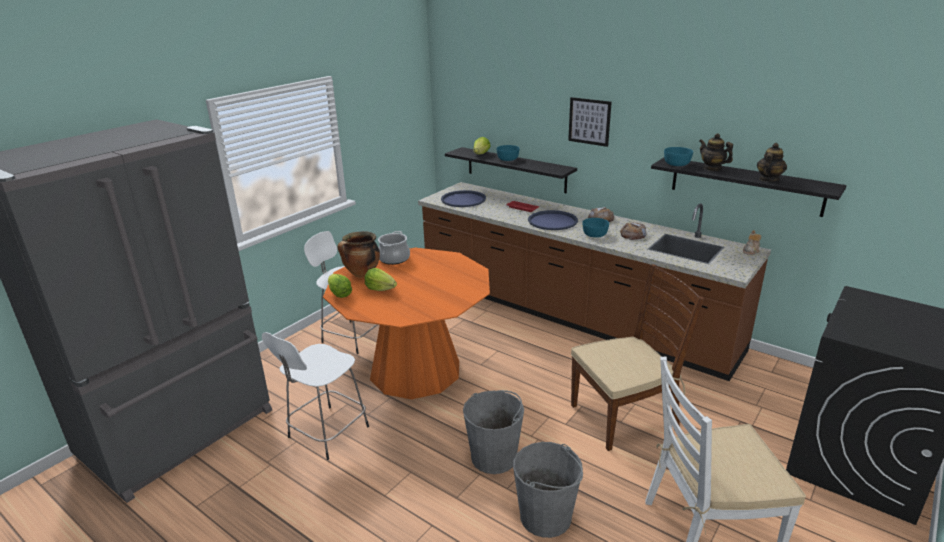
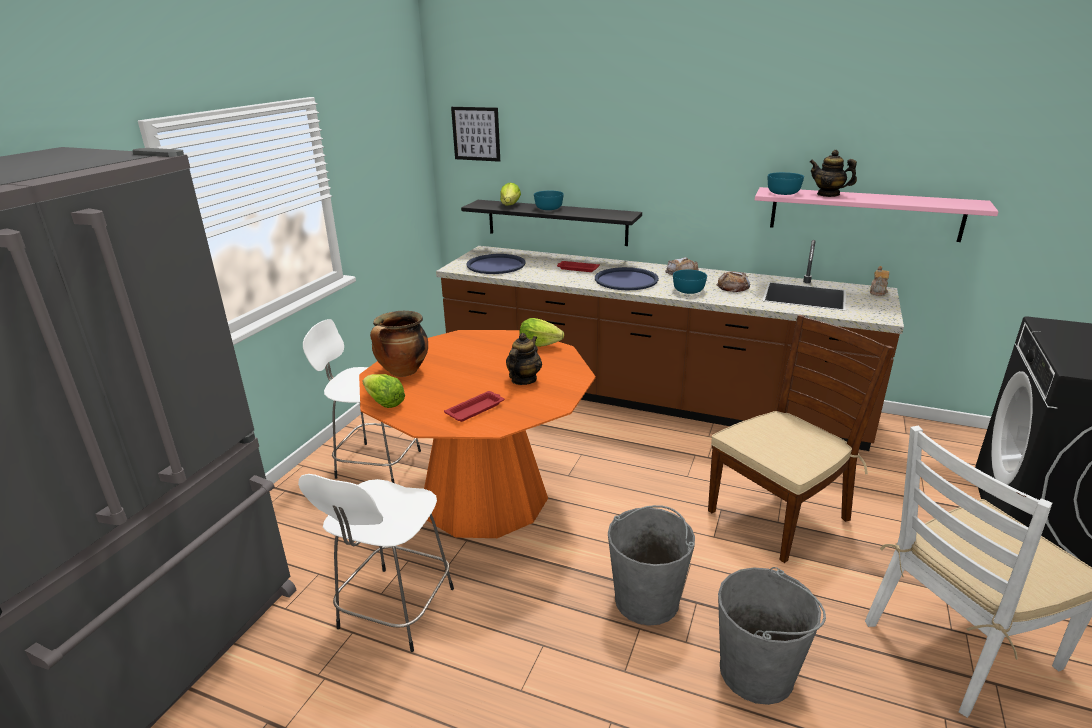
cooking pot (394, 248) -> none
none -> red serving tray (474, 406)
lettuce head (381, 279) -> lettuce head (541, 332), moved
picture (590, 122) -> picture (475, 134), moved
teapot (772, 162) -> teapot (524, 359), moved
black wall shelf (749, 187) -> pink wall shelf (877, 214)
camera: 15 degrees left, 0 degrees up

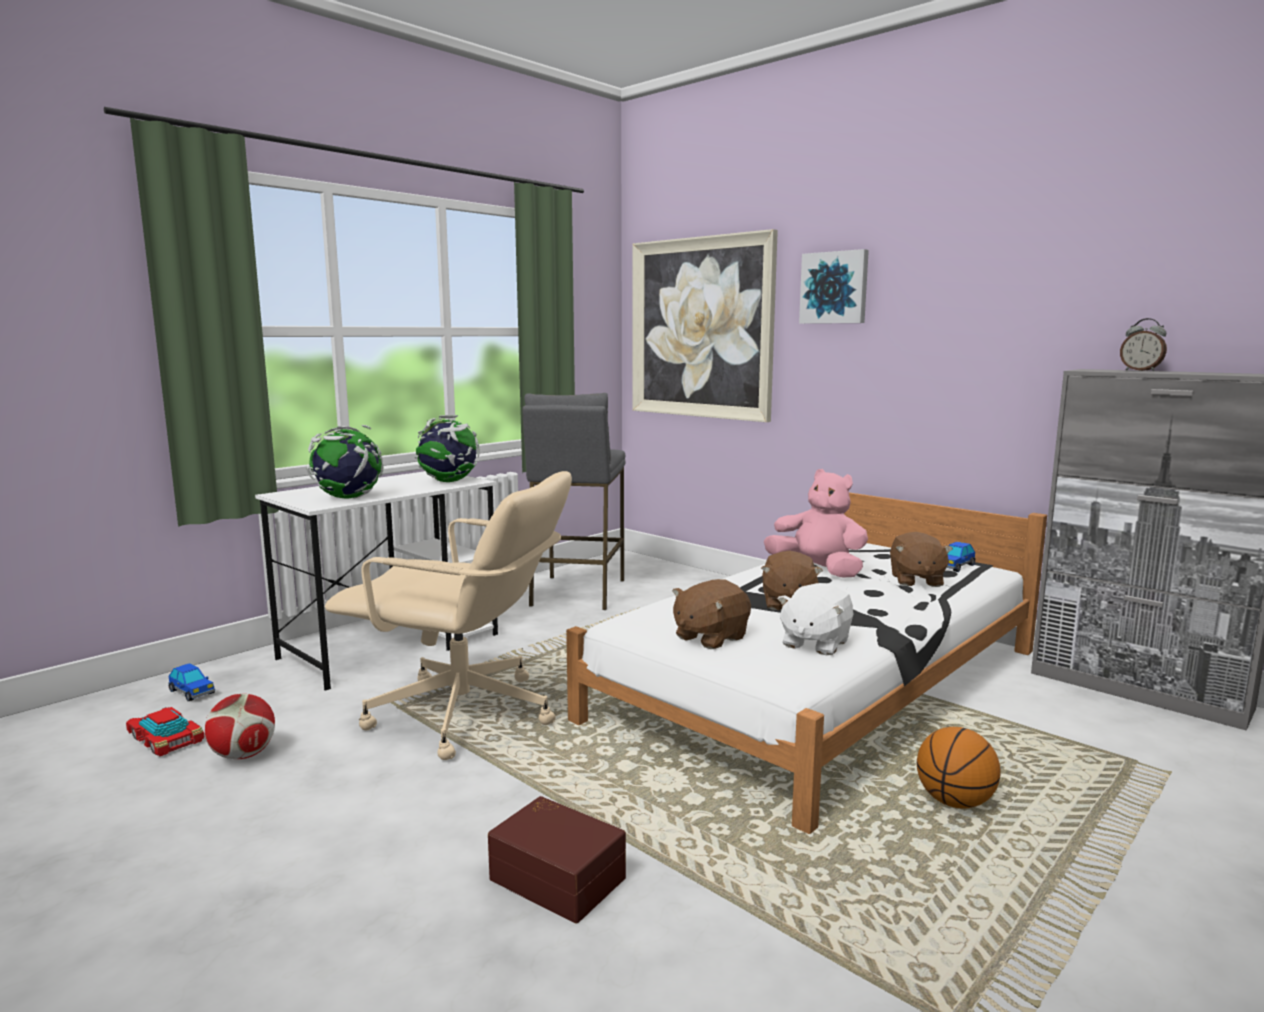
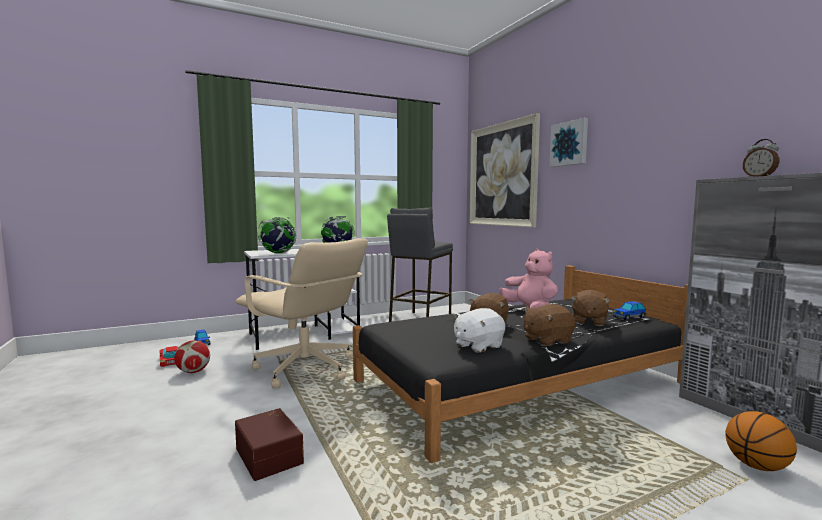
brown plush toy (711, 614) -> brown plush toy (549, 325), moved
ball for basketball (959, 767) -> ball for basketball (761, 441), moved
whitish bedroom bed (806, 663) -> black bedroom bed (520, 364)
camera: 20 degrees right, 5 degrees down

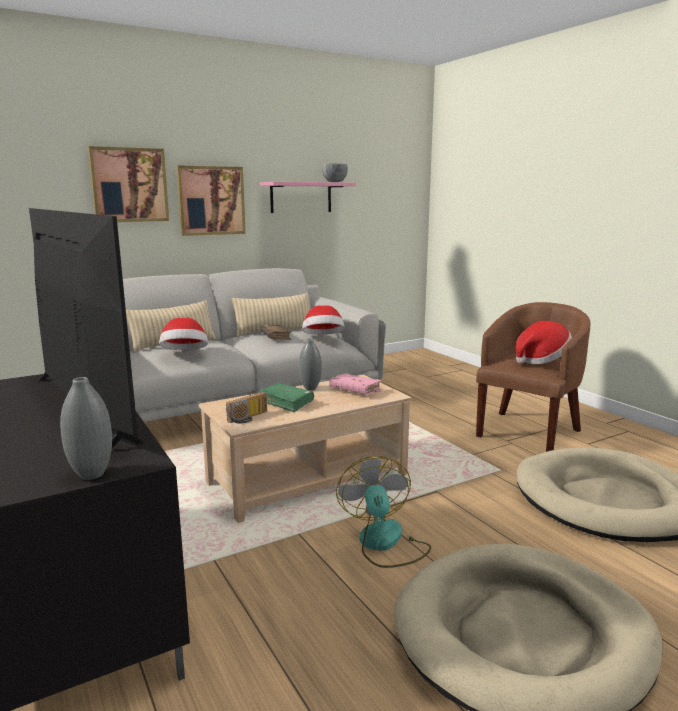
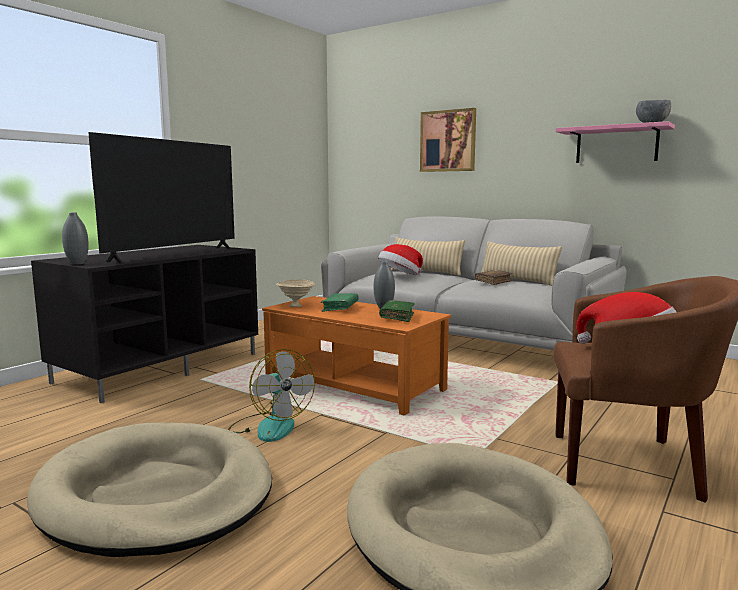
picture (211, 201) -> none
wearable hat (323, 320) -> none
radio receiver (246, 408) -> beige serving bowl (295, 293)
beige lounge table (305, 449) -> orange lounge table (356, 355)
pink volume (355, 384) -> greenish volume (397, 311)
electric fan (383, 512) -> electric fan (271, 395), 90 degrees clockwise
camera: 65 degrees right, 5 degrees down

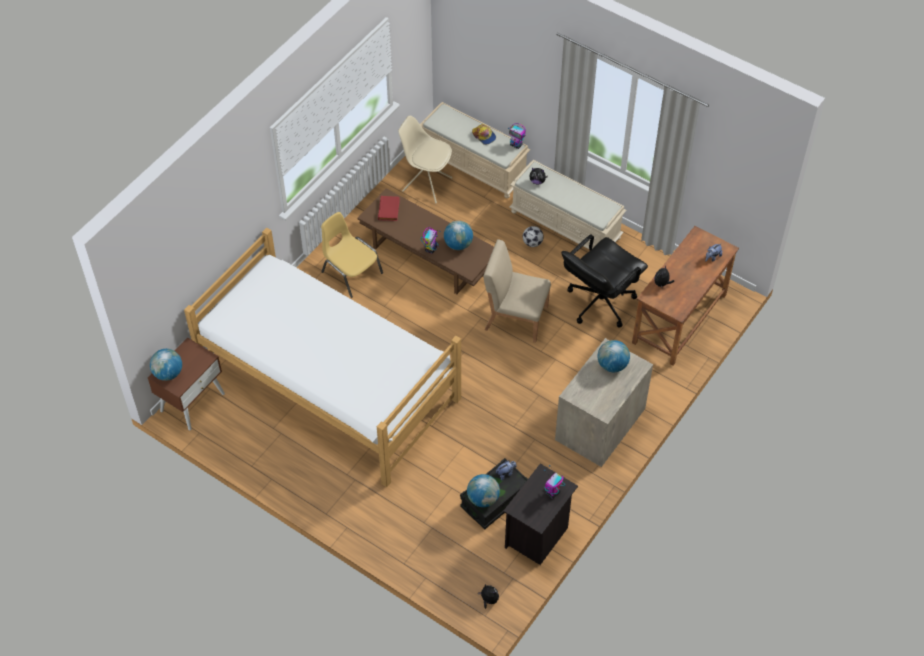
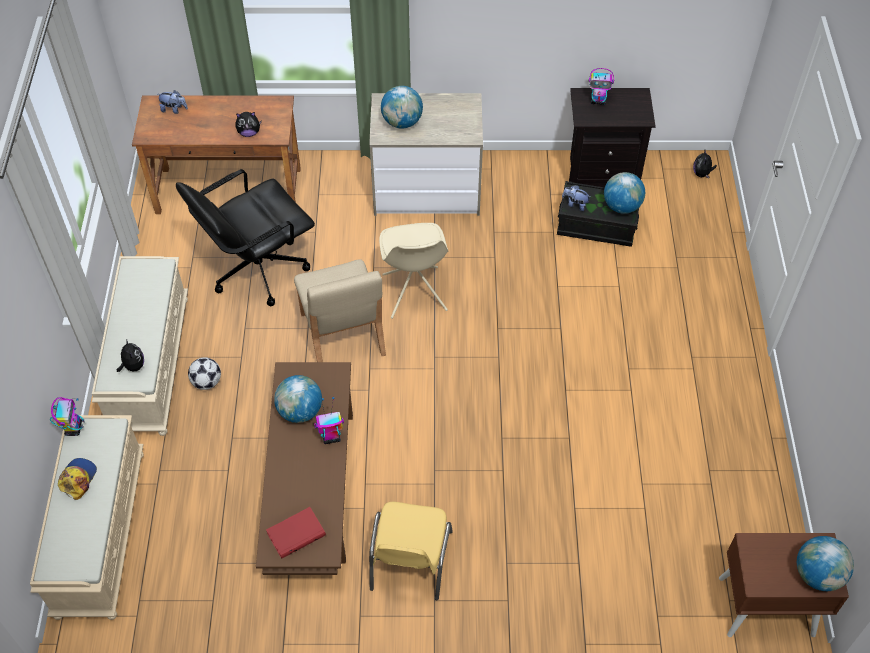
bedroom bed (322, 357) -> none
beige chair (425, 159) -> beige chair (414, 271), moved
black computer chair (604, 281) -> black computer chair (245, 237), 135 degrees clockwise
camera: 125 degrees left, 0 degrees up

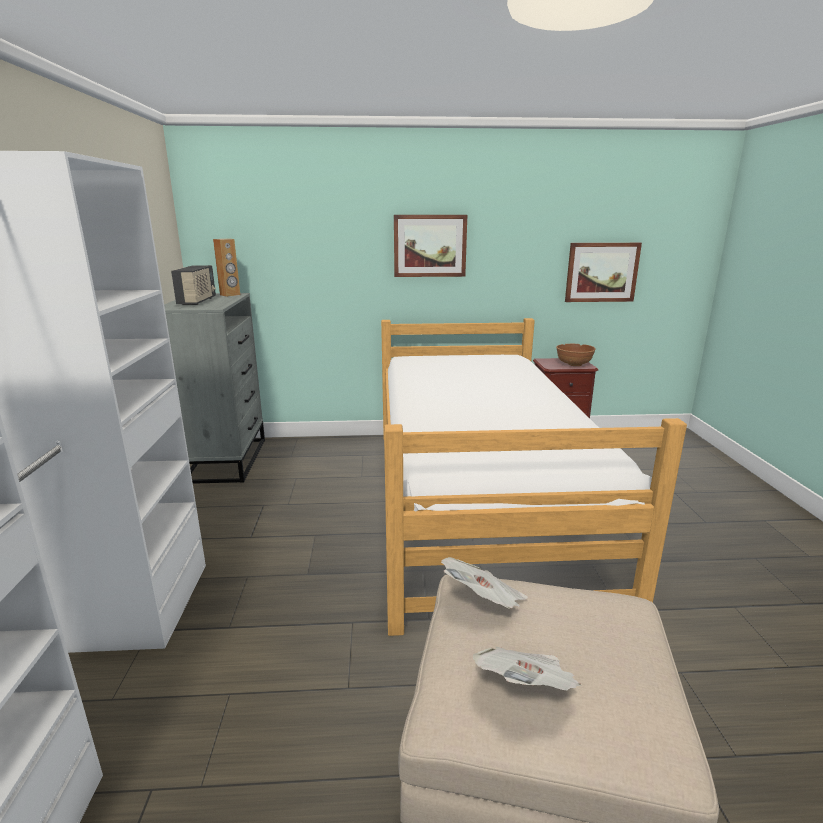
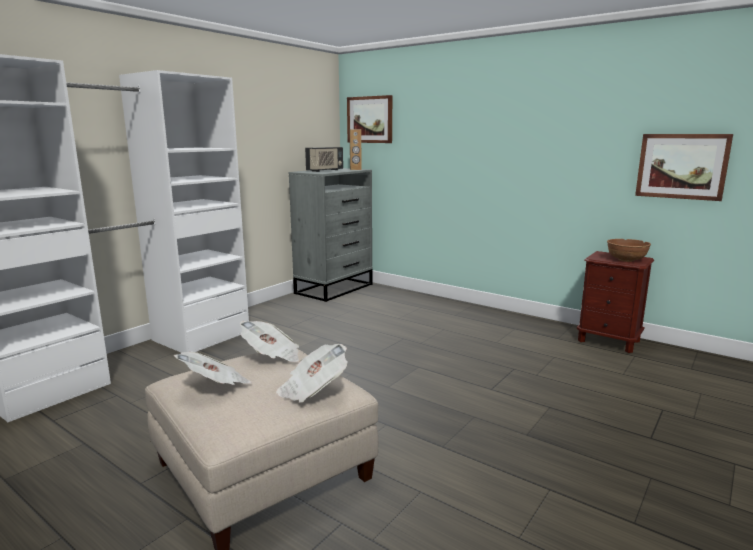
bedroom bed (534, 477) -> none
none -> daily paper (311, 373)
picture (430, 246) -> picture (369, 119), moved
camera: 40 degrees right, 5 degrees down

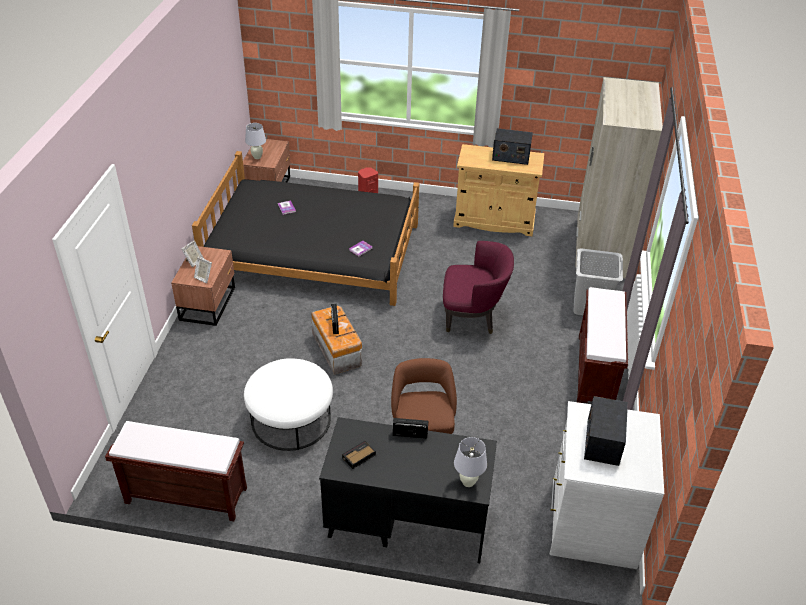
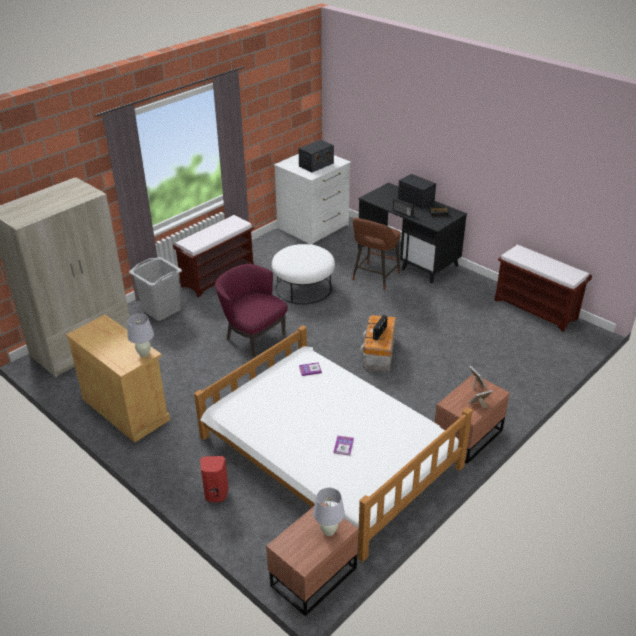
whitish ottoman (288, 404) -> whitish ottoman (303, 274), moved
whitish tabletop lamp (470, 462) -> whitish tabletop lamp (140, 335), moved
radio receiver (512, 146) -> radio receiver (417, 191), moved
black bedroom bed (305, 228) -> whitish bedroom bed (333, 443)
camera: 145 degrees left, 5 degrees down

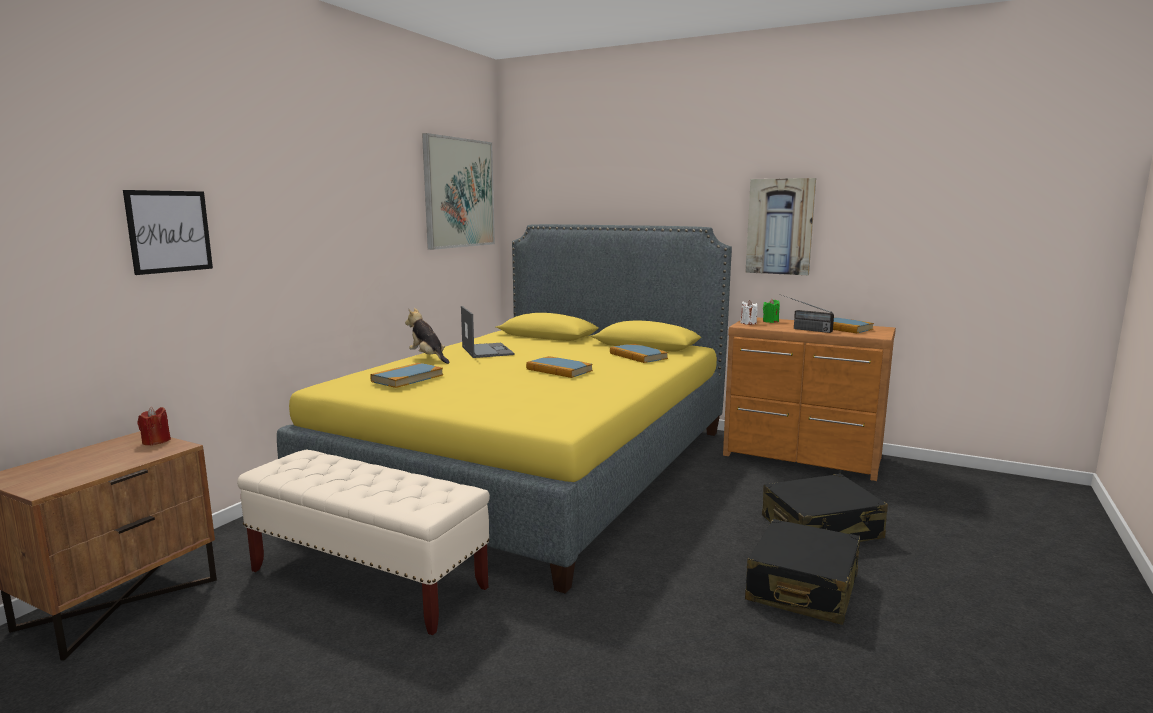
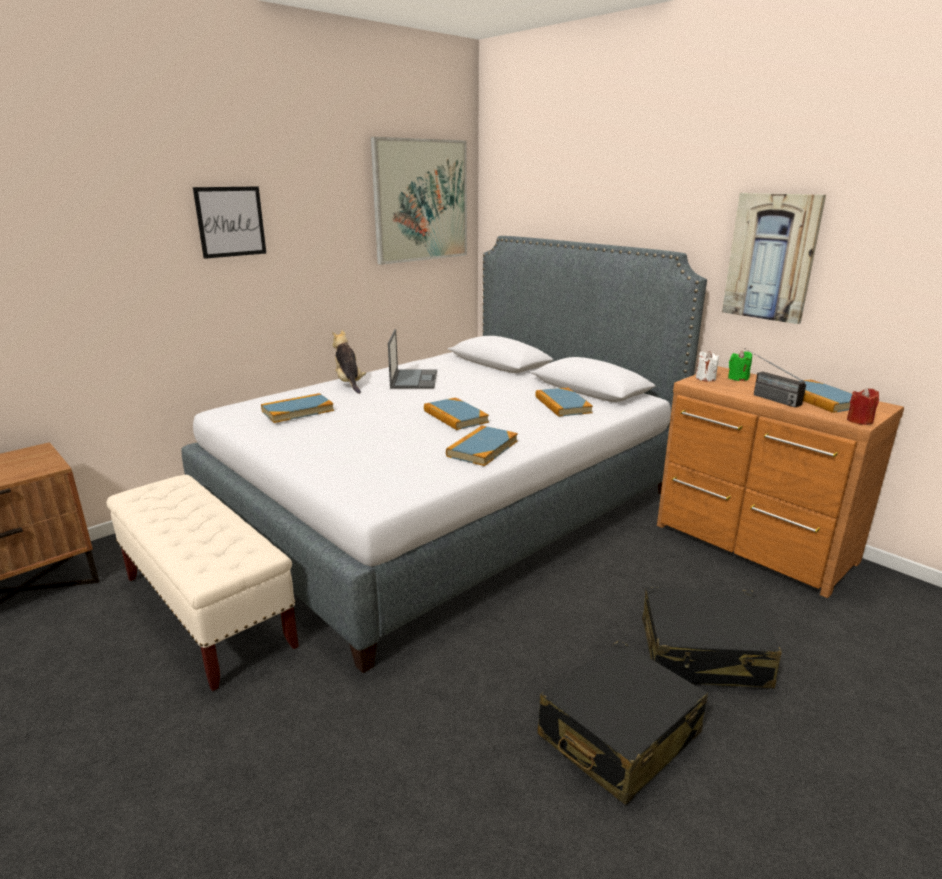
none -> volume (482, 445)
picture (168, 232) -> picture (229, 222), moved
red wax candle (154, 426) -> red wax candle (863, 406), moved
yellow-coloured bedroom bed (504, 409) -> gray bedroom bed (444, 454)
camera: 20 degrees right, 10 degrees up

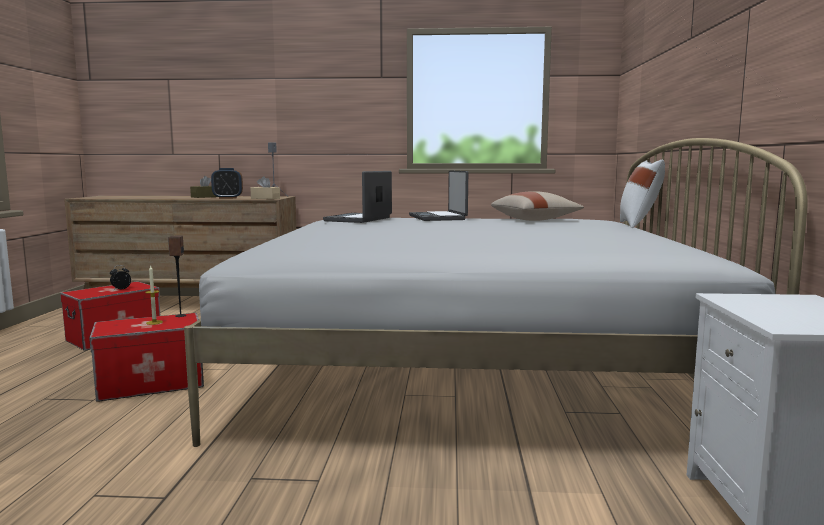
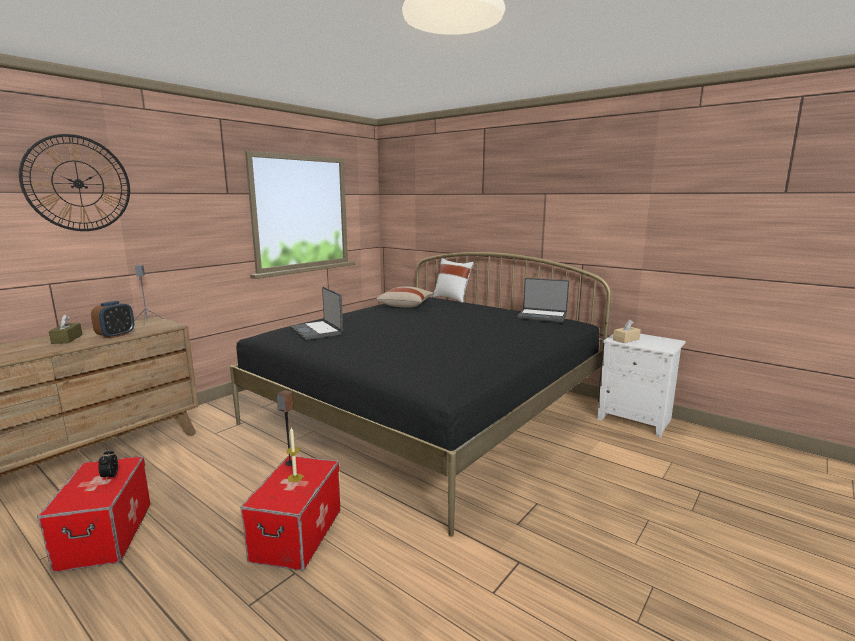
none -> clock on the wall (74, 182)
beige tissue box (265, 187) -> beige tissue box (627, 331), moved
notebook computer (438, 195) -> notebook computer (543, 300), moved
whitish bedroom bed (495, 292) -> black bedroom bed (420, 394)
camera: 55 degrees left, 5 degrees up

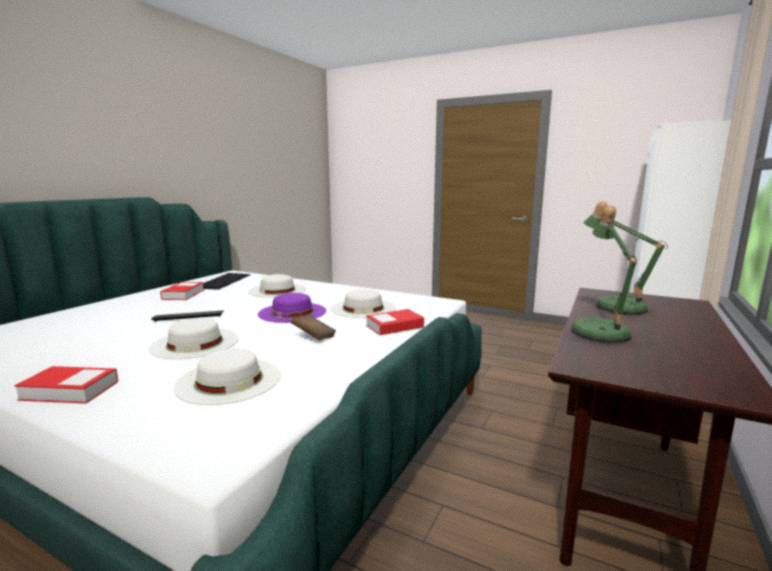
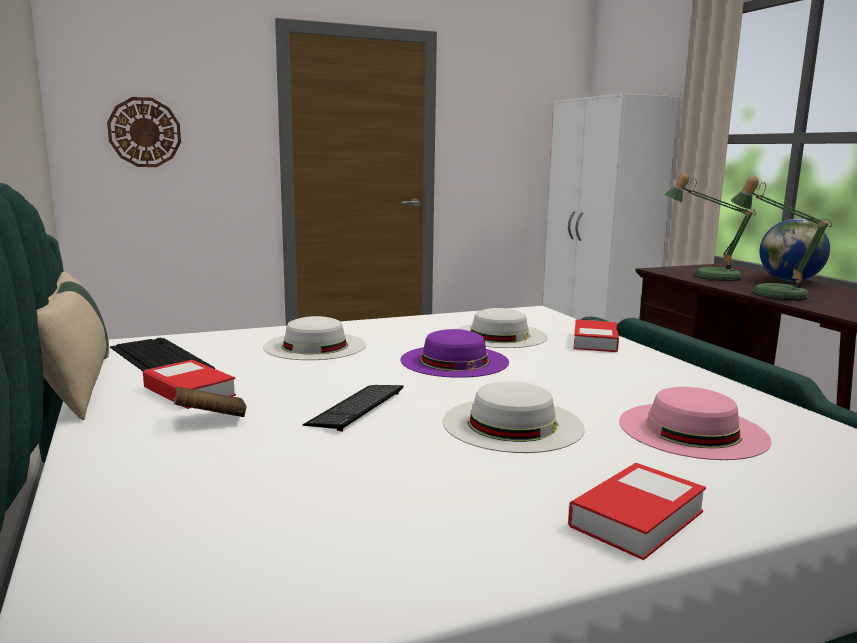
none -> beige cushion (73, 346)
none -> clock on the wall (144, 132)
none -> desk globe (795, 250)
brown volume (313, 327) -> brown volume (210, 402), moved
whitish wearable hat (227, 377) -> pink wearable hat (695, 423)
camera: 50 degrees left, 0 degrees up

